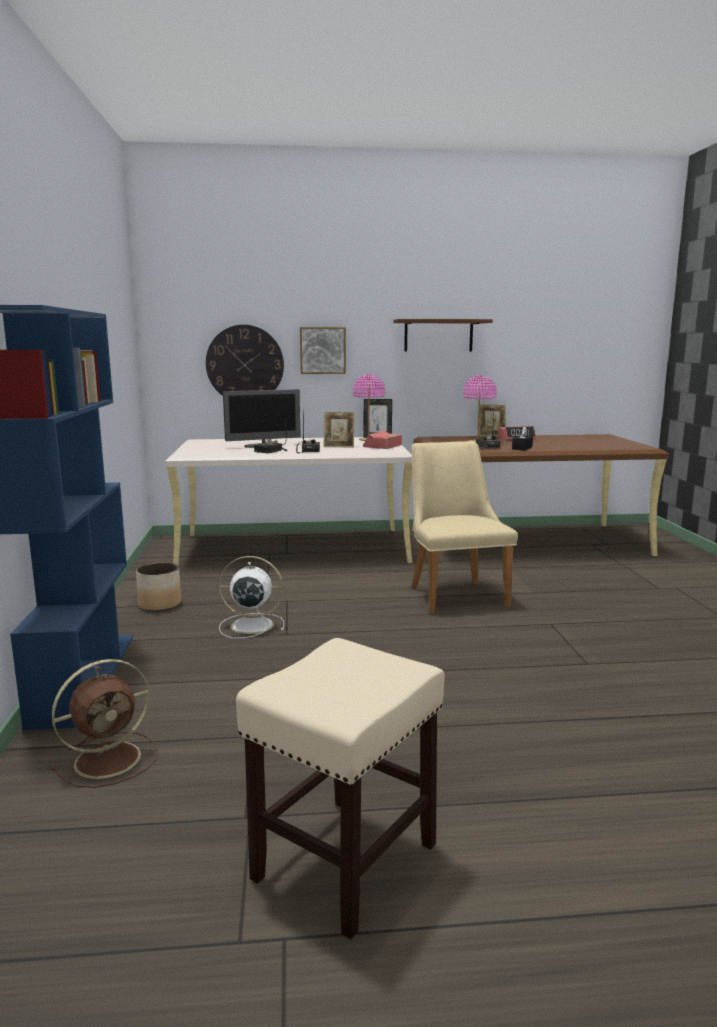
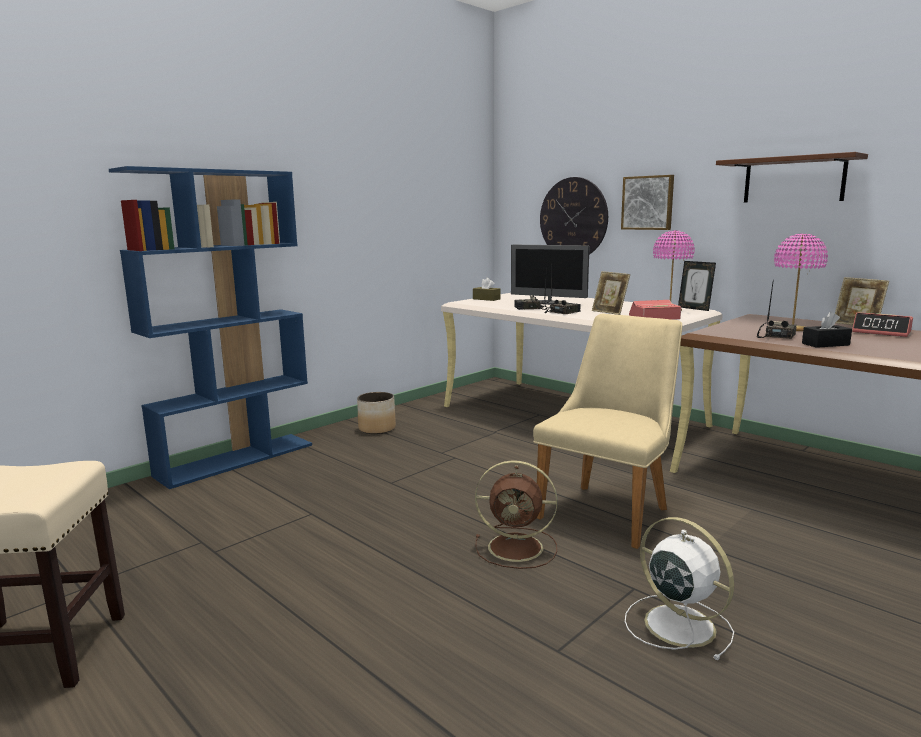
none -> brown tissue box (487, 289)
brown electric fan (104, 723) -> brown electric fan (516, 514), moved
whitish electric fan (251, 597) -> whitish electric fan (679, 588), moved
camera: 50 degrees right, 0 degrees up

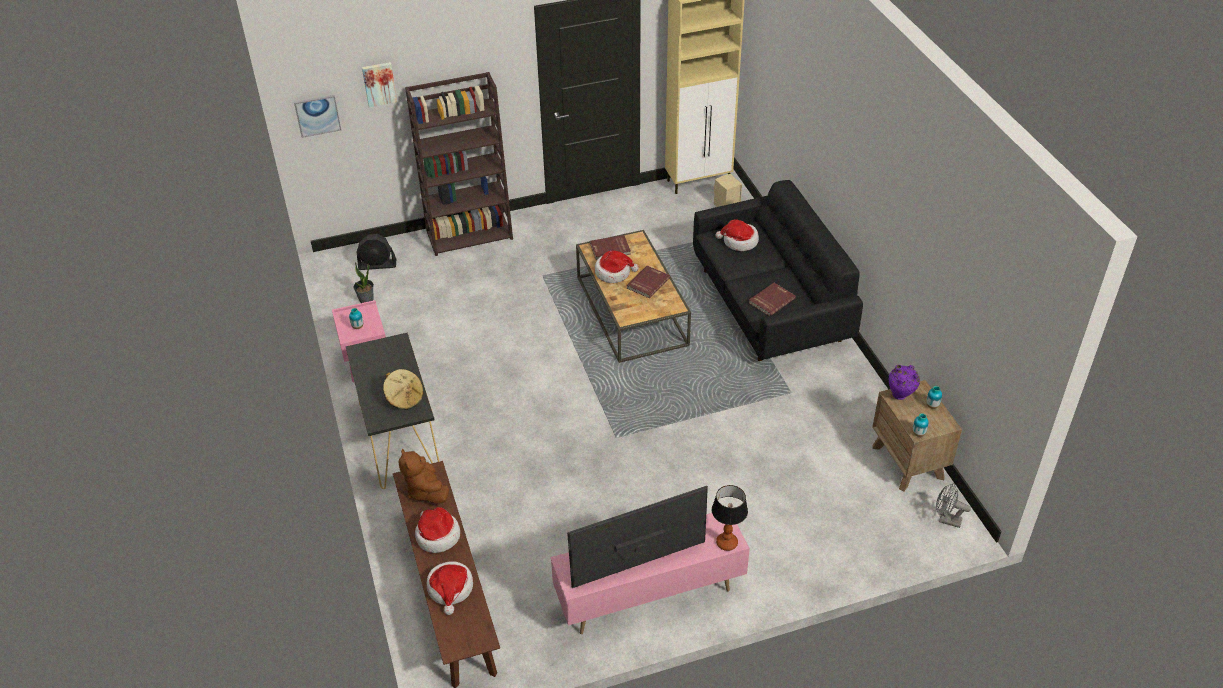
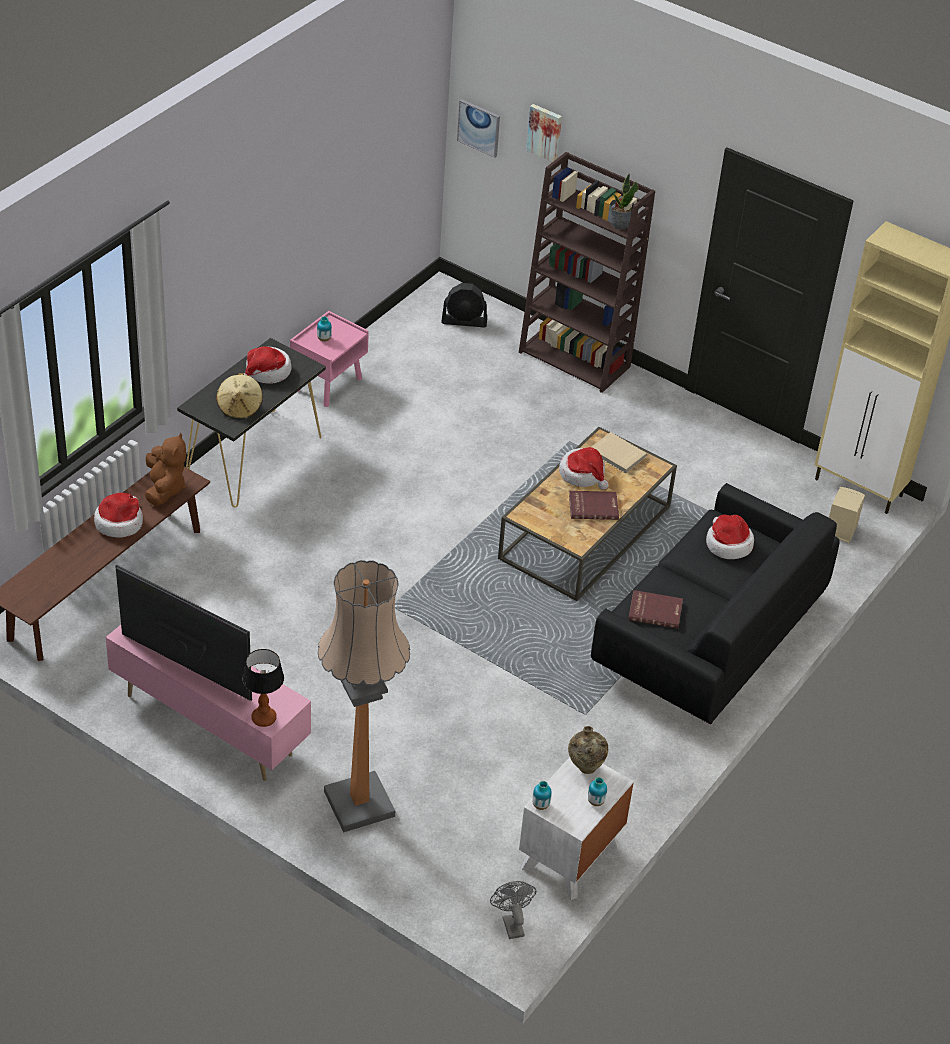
none -> standing lamp (364, 696)
potted plant (363, 282) -> potted plant (624, 202), moved
wearable hat (450, 588) -> wearable hat (267, 365), moved
red volume (610, 247) -> beige volume (619, 453)
brown nightstand (917, 436) -> whitish nightstand (576, 828)
purple-coloured decorative vase (904, 382) -> beige decorative vase (588, 750)
black electric fan (376, 252) -> black electric fan (464, 305), 45 degrees counterclockwise
brown plush toy (424, 476) -> brown plush toy (165, 469), 150 degrees clockwise
camera: 50 degrees right, 0 degrees up

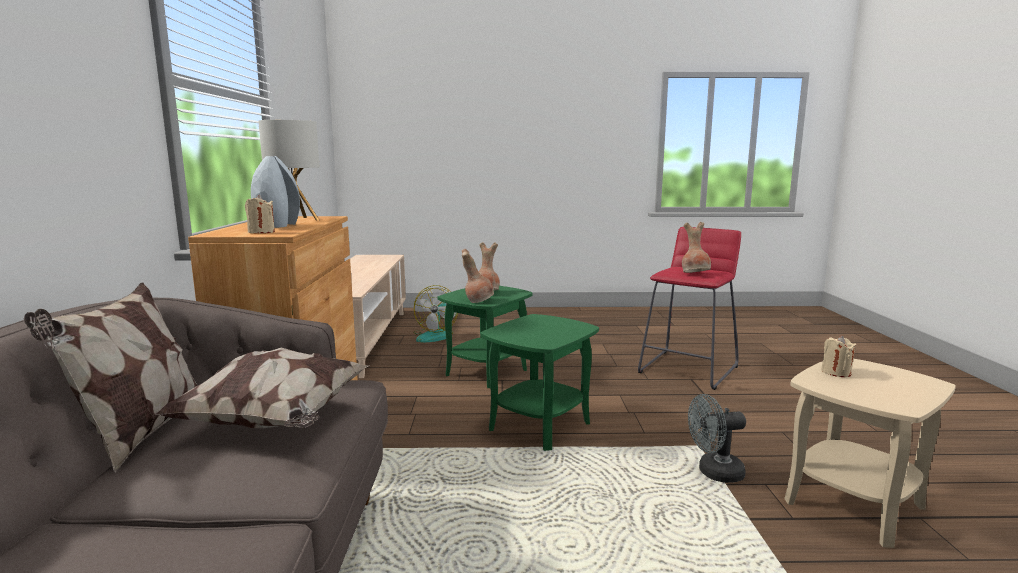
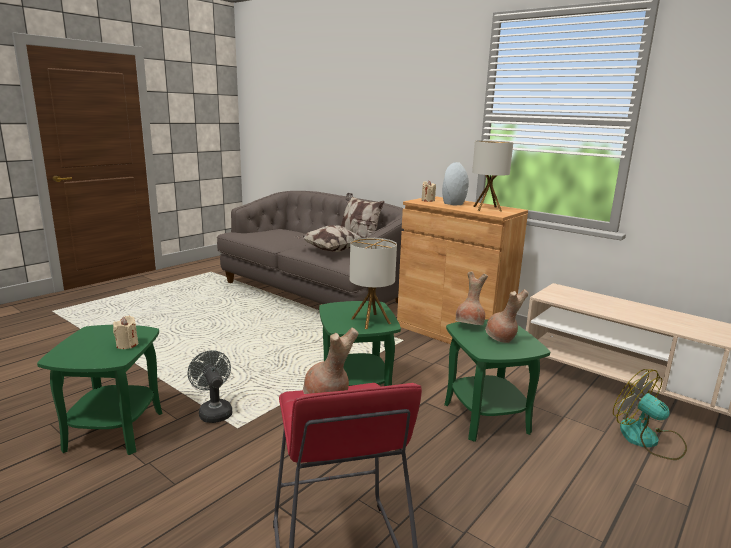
none -> tabletop lamp (373, 283)
beige accent table (870, 453) -> greenish accent table (100, 390)
gray electric fan (717, 438) -> gray electric fan (210, 386), 60 degrees counterclockwise
camera: 130 degrees right, 5 degrees up

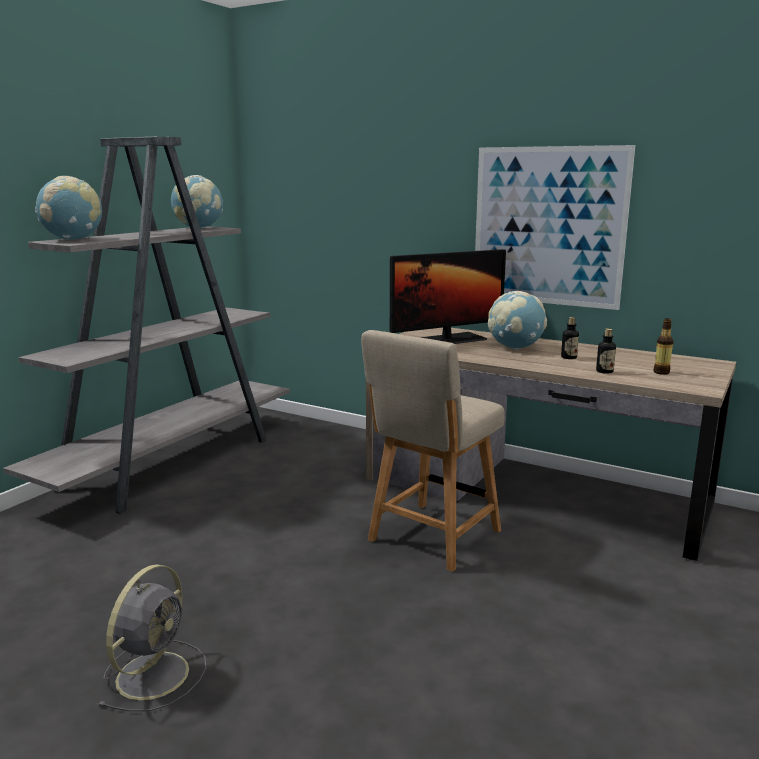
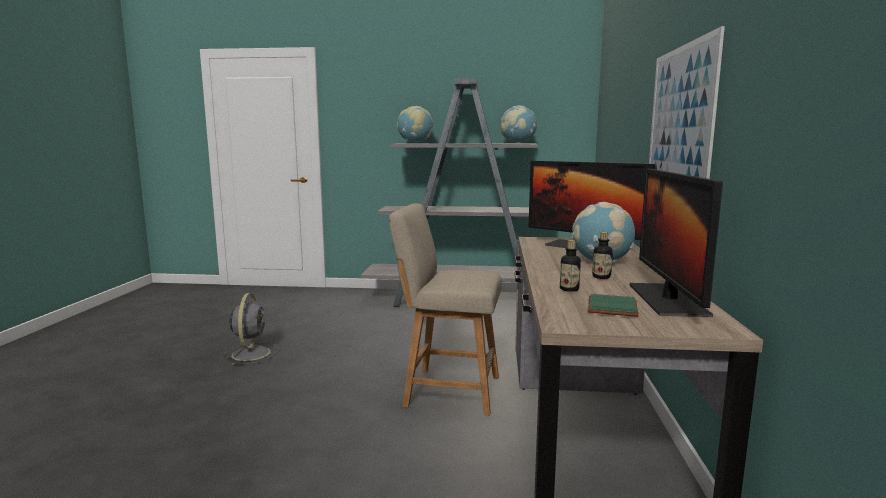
none -> computer screen (676, 243)
bottle (663, 346) -> greenish volume (613, 305)
gray electric fan (152, 637) -> gray electric fan (251, 329), 90 degrees counterclockwise
camera: 65 degrees right, 5 degrees down

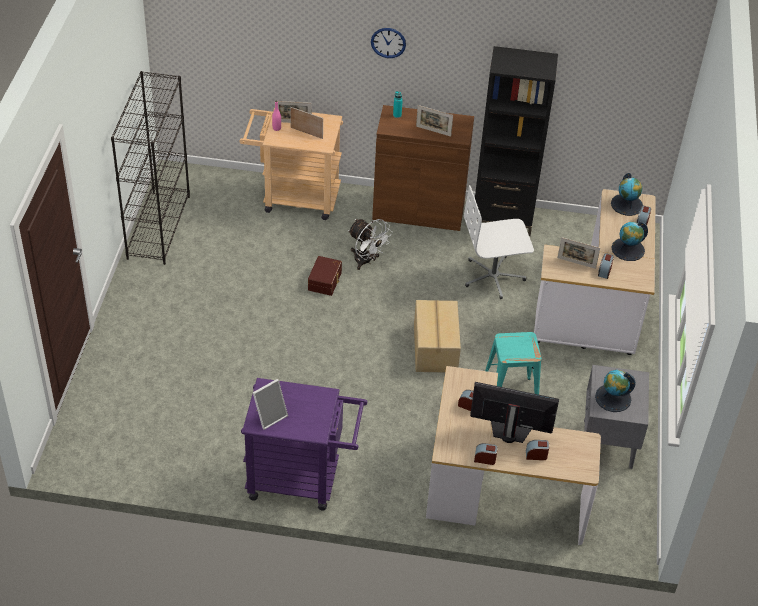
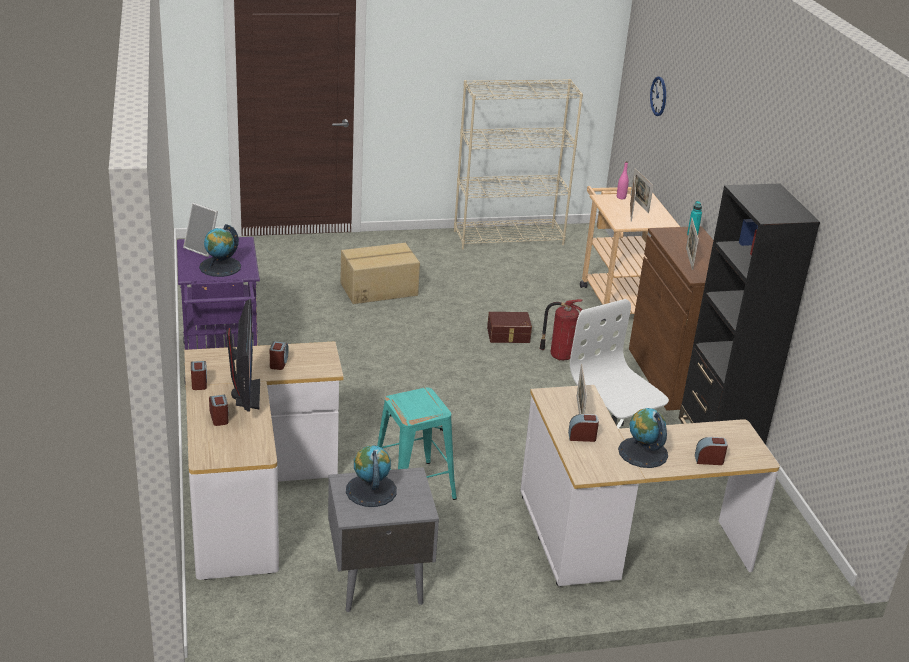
clock on the wall (388, 43) -> clock on the wall (658, 96), moved
packing box (437, 336) -> packing box (380, 273), moved
desk globe (627, 194) -> desk globe (220, 250), moved
whitish electric fan (370, 244) -> fire extinguisher (560, 329)
black bookcase (150, 168) -> beige bookcase (518, 164)
camera: 70 degrees right, 15 degrees down

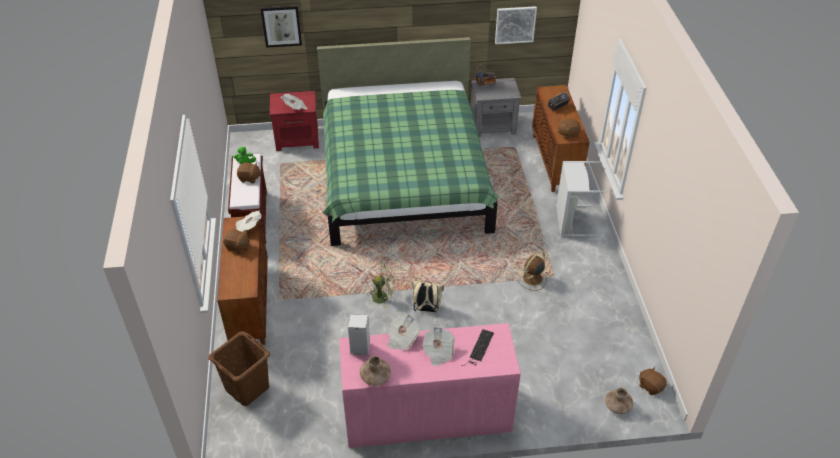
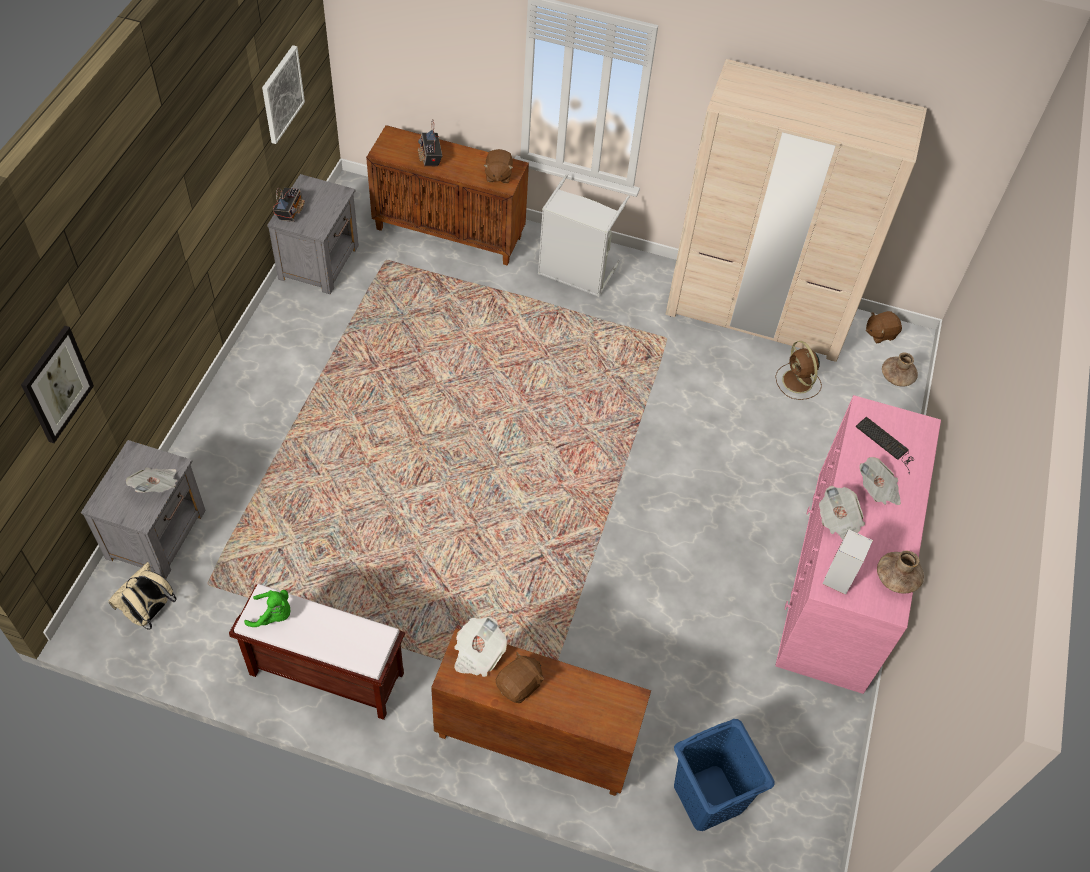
brown plush toy (249, 173) -> none
greenish bedroom bed (408, 141) -> none
greenish electric fan (381, 285) -> none
none -> beige clothes cupboard (796, 210)
beige backpack (428, 296) -> beige backpack (142, 596), moved
brown electric fan (532, 271) -> brown electric fan (798, 370), moved
brown hamper (239, 368) -> blue-coloured hamper (724, 775)
red nightstand (294, 121) -> gray nightstand (143, 509)
camera: 70 degrees left, 10 degrees up

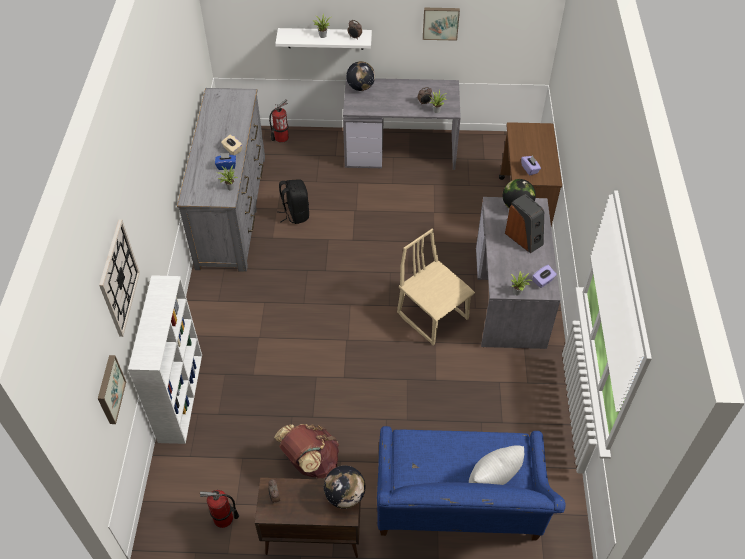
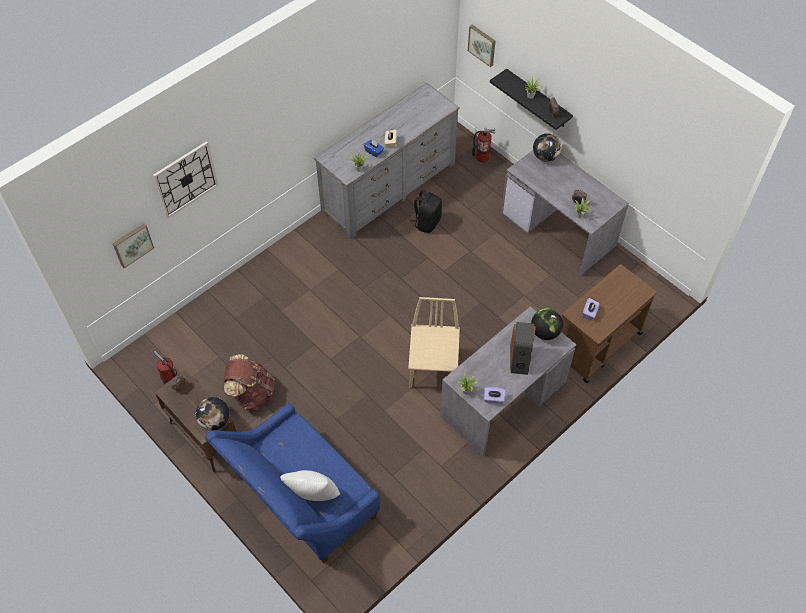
whitish bookcase (165, 359) -> none
picture (441, 24) -> picture (481, 46), moved
whitish wall shelf (323, 39) -> black wall shelf (531, 99)
camera: 45 degrees right, 5 degrees up

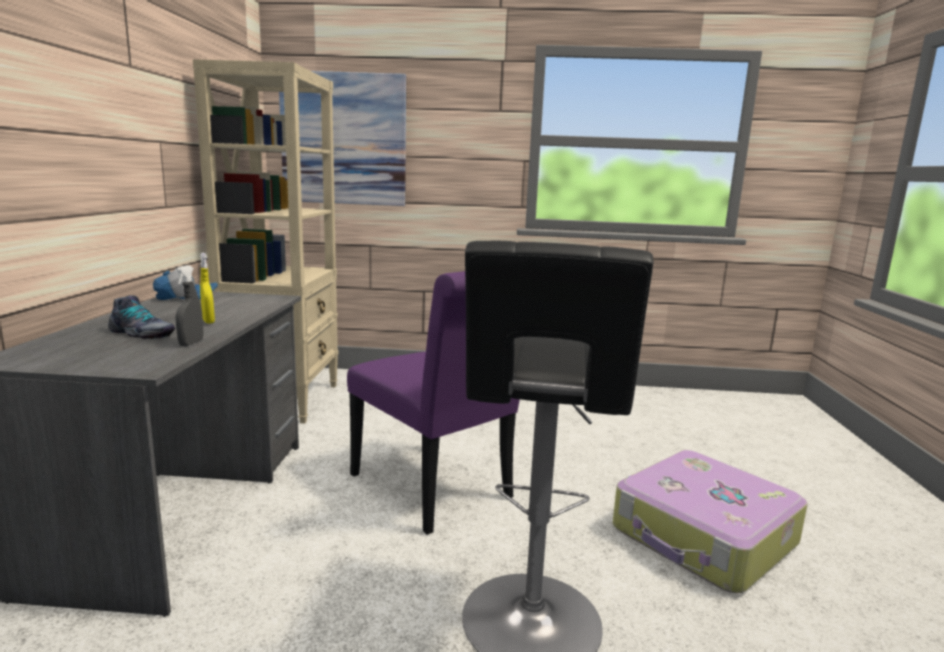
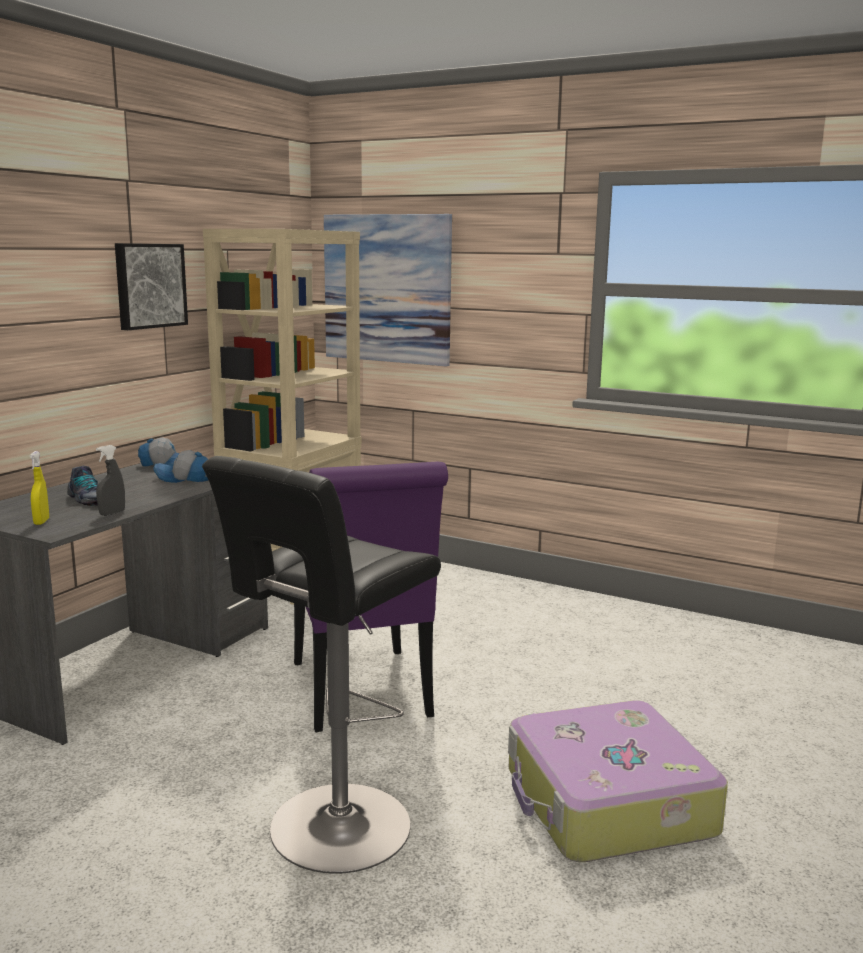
none -> picture (151, 286)
none -> cap (180, 466)
yellow-coloured hand sprayer (207, 288) -> yellow-coloured hand sprayer (39, 488), moved
camera: 25 degrees right, 0 degrees up

